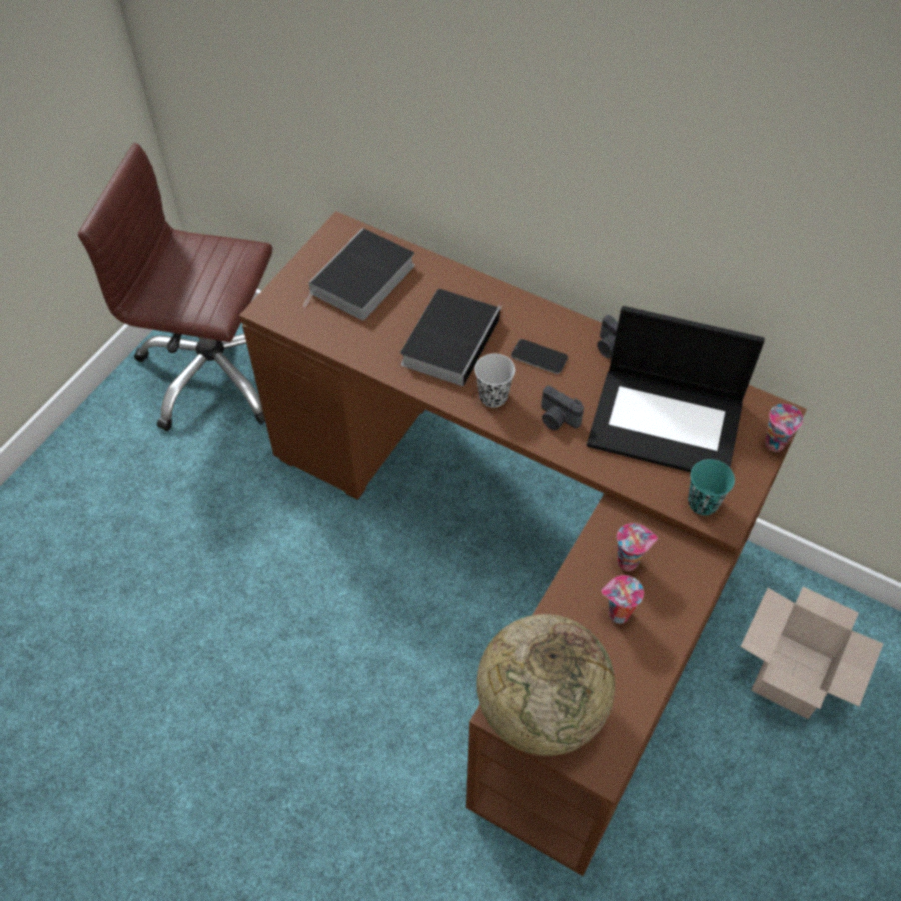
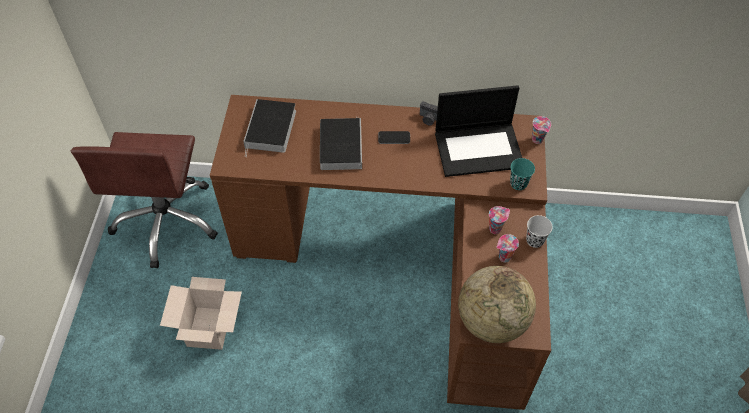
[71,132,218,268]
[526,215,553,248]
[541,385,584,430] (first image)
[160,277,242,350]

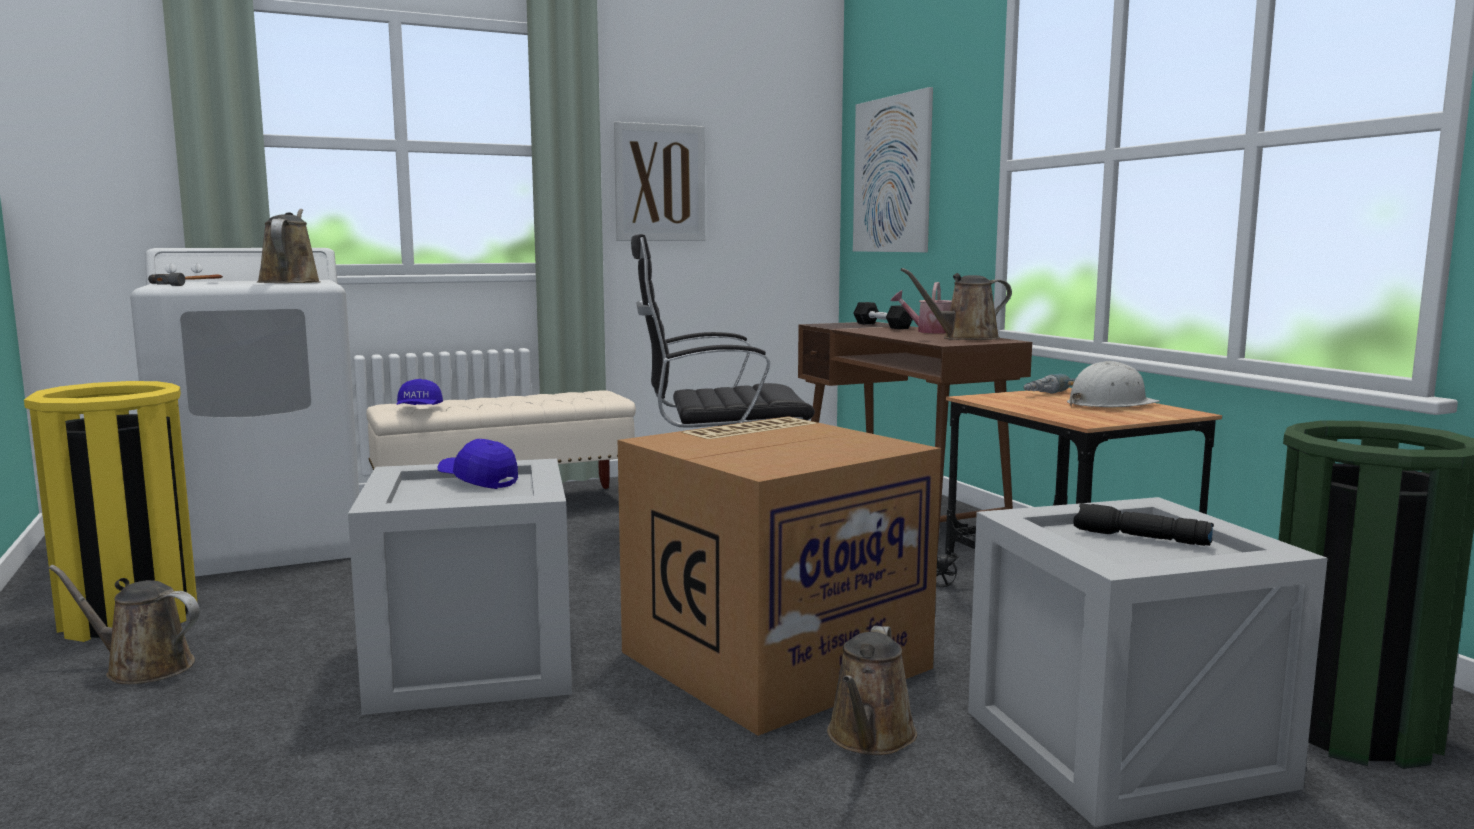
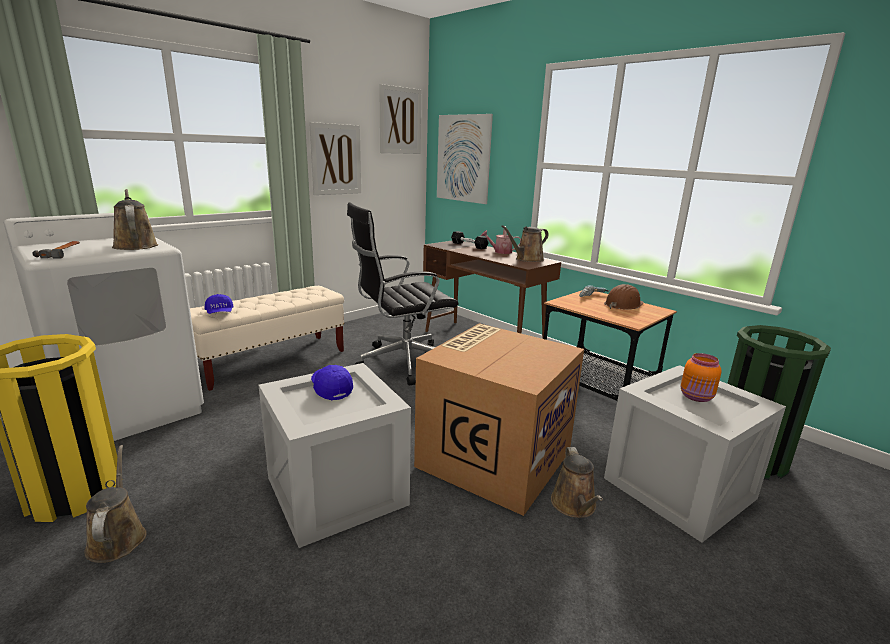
[604,284,644,310]
[311,365,353,401]
[681,353,722,402]
[84,445,147,563]
[379,84,421,154]

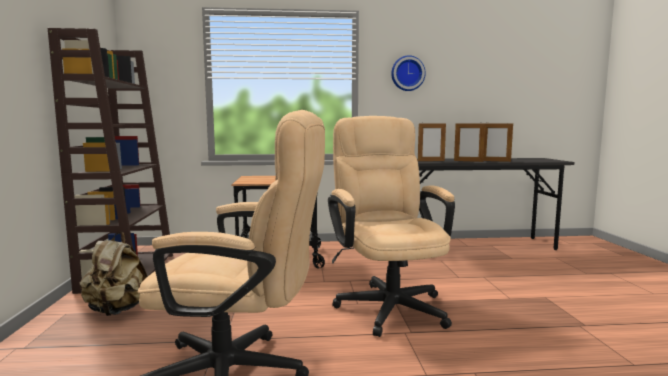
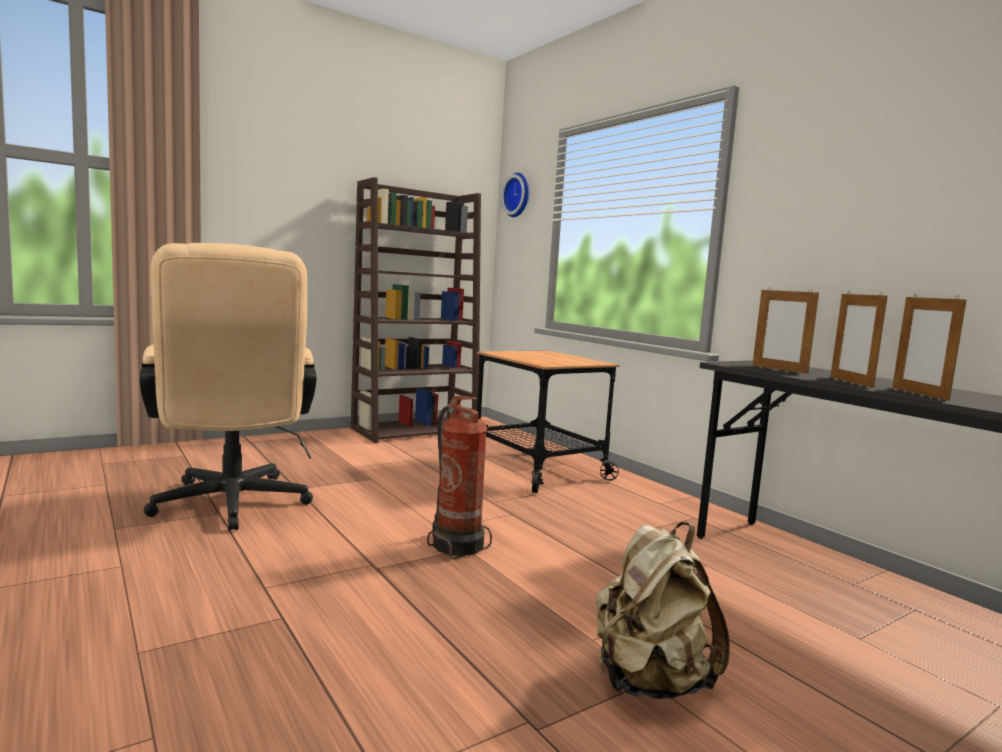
[501,173,529,217]
[427,396,492,559]
[596,522,730,699]

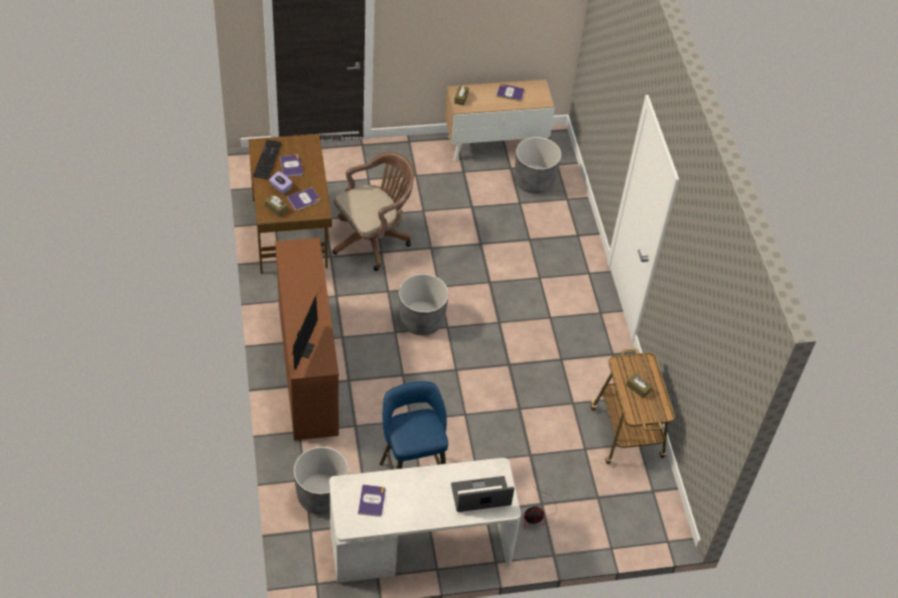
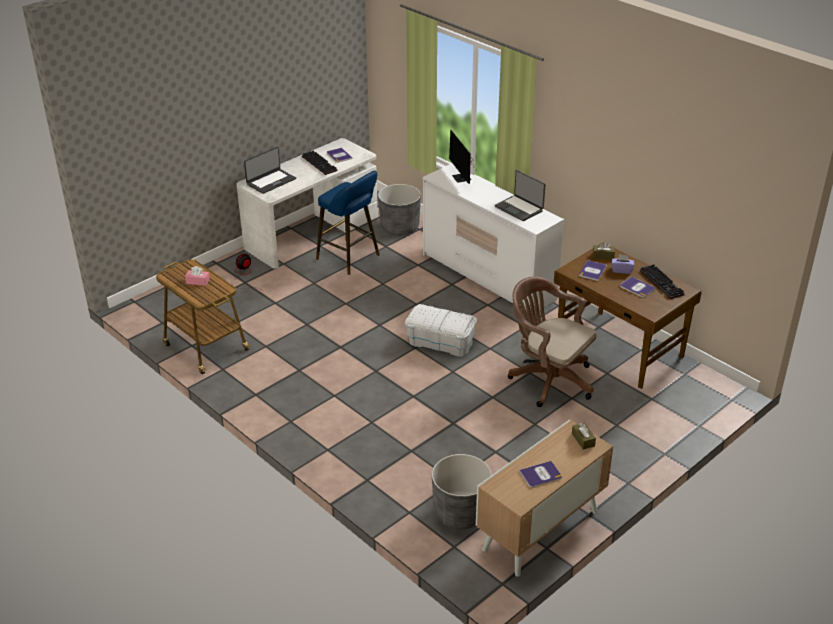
[508,277,596,407]
[423,164,564,311]
[405,304,477,357]
[185,266,210,286]
[302,150,337,175]
[495,170,546,221]

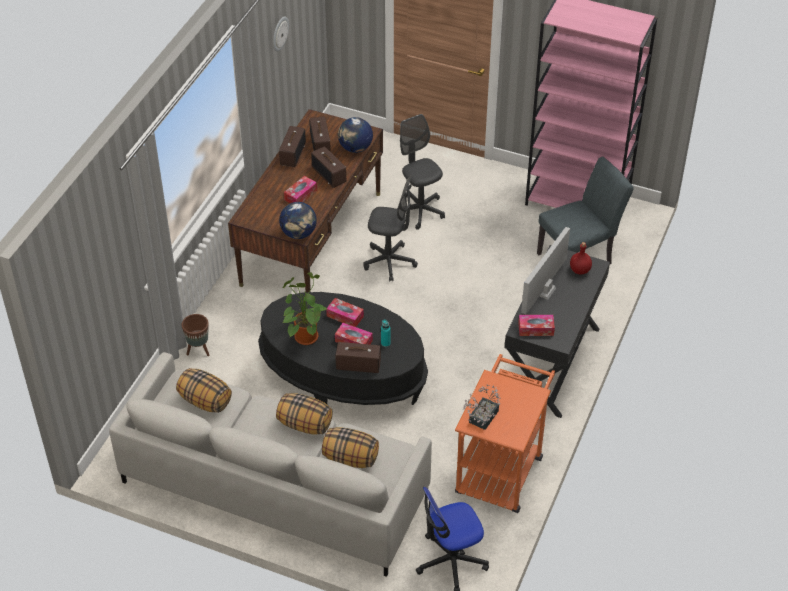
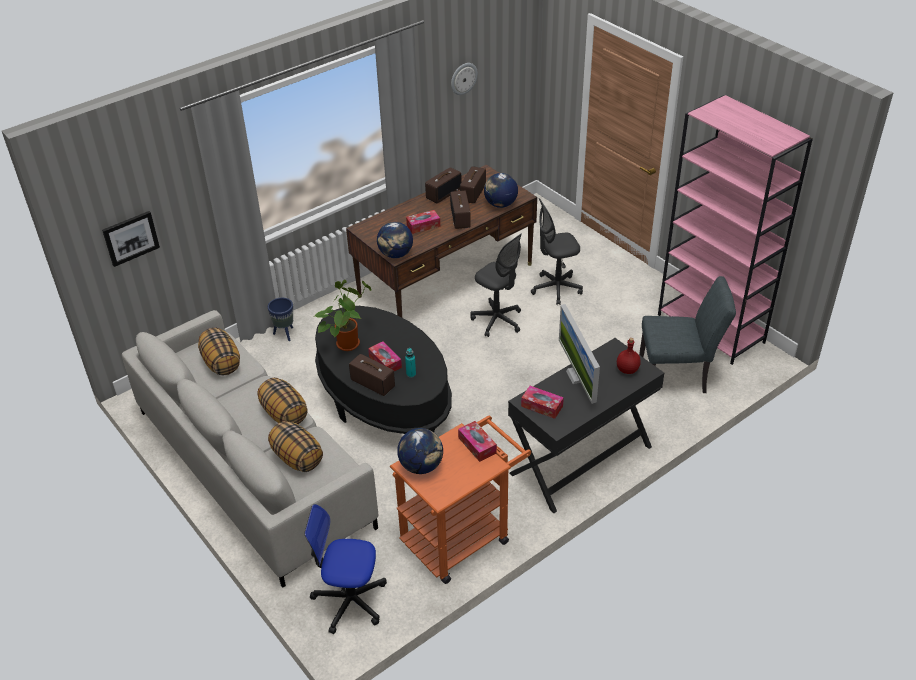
[531,198,583,305]
[559,304,600,404]
[458,421,497,462]
[268,298,293,341]
[397,428,443,474]
[102,211,160,267]

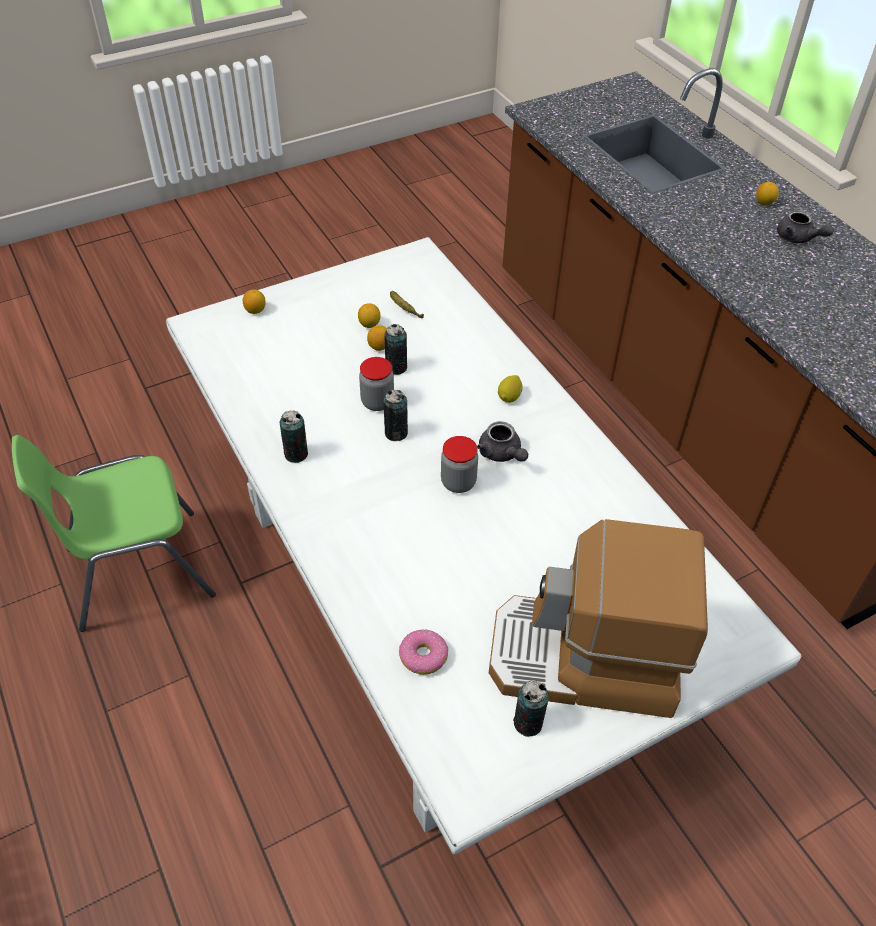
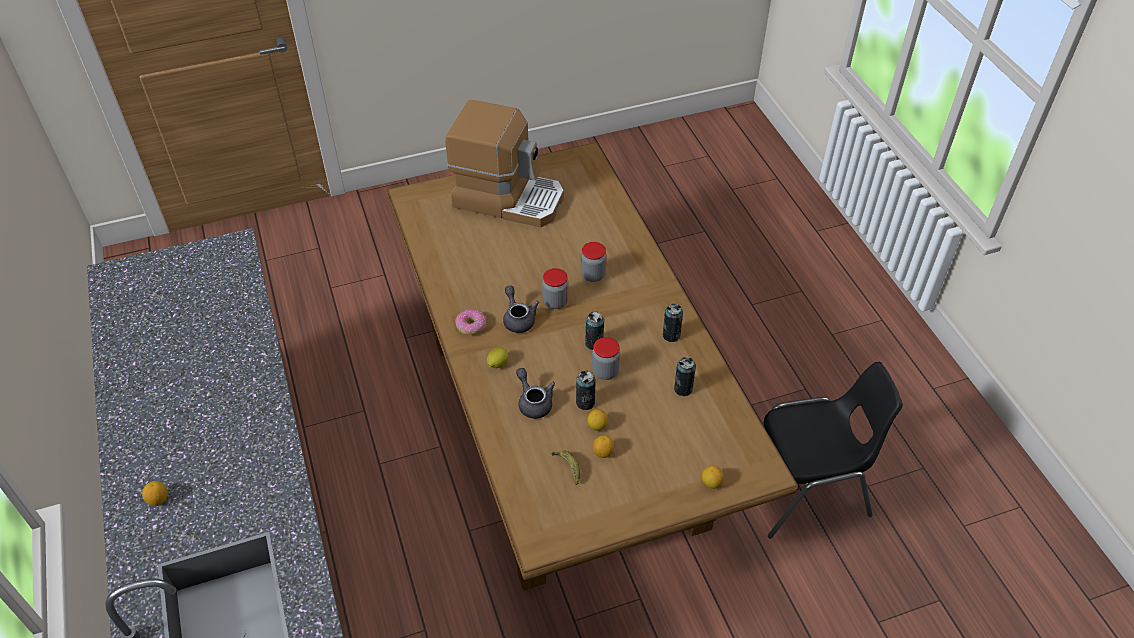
[516,368,555,419]
[387,142,798,590]
[762,362,903,539]
[455,309,486,335]
[674,357,696,396]
[581,242,606,282]

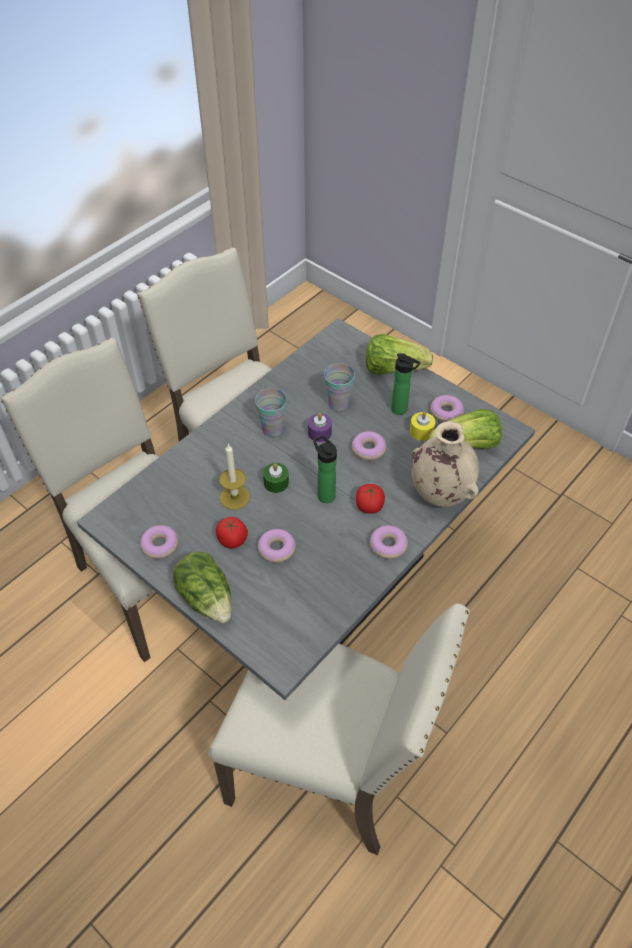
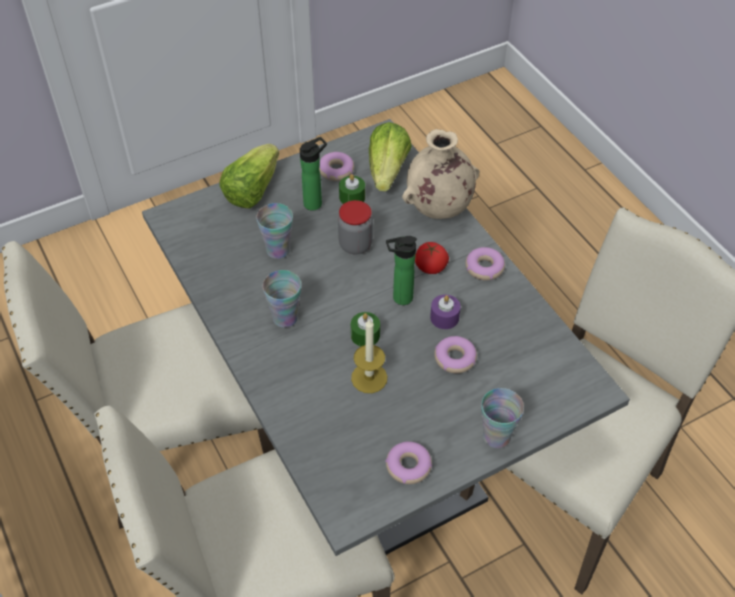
[339,174,365,204]
[430,295,461,329]
[338,200,373,254]
[216,517,248,549] (first image)
[481,388,524,448]

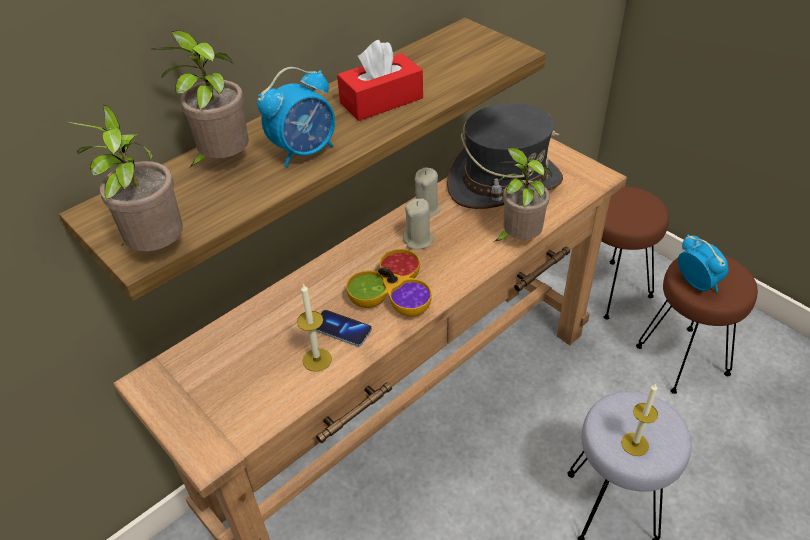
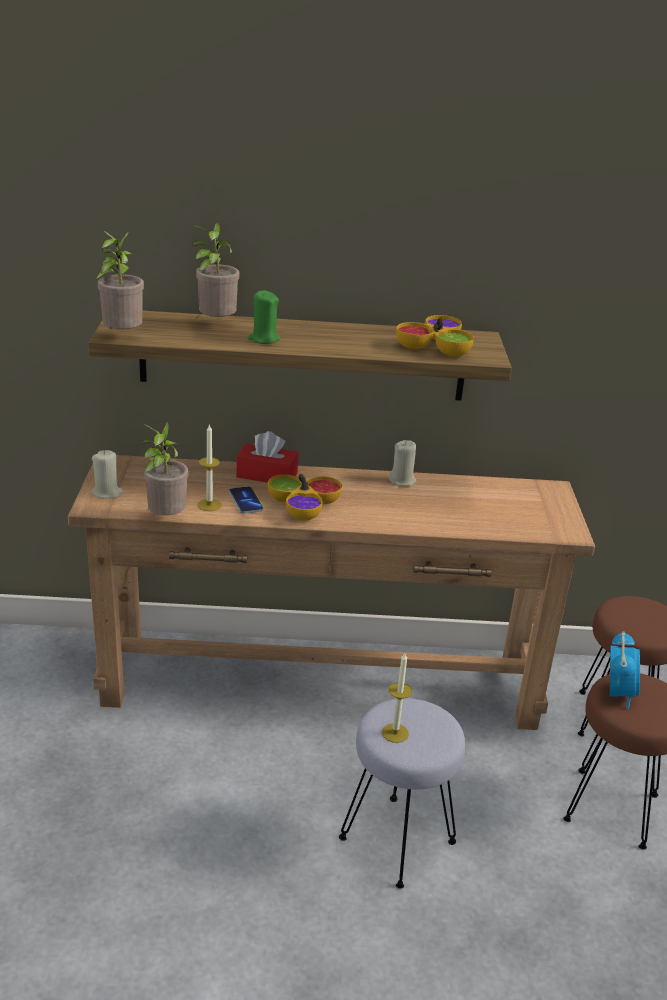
[236,431,298,483]
[248,290,280,344]
[447,103,563,209] (first image)
[142,421,188,515]
[91,450,123,499]
[396,315,474,356]

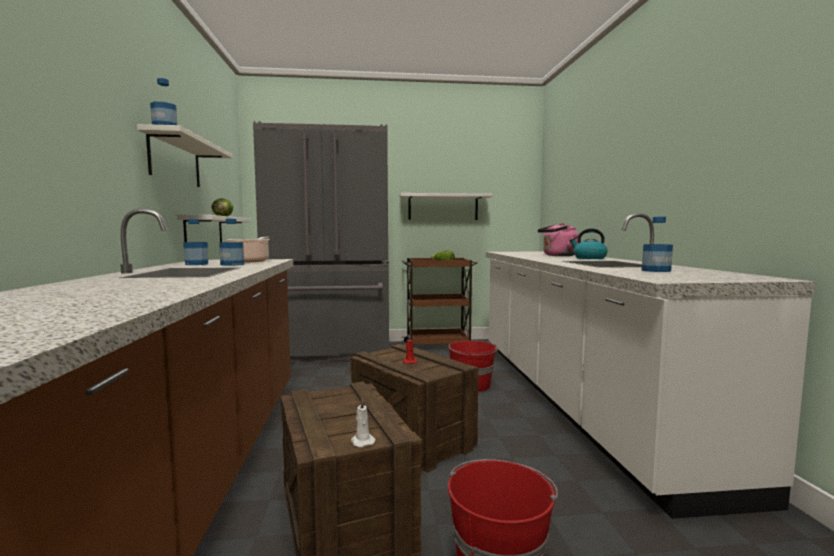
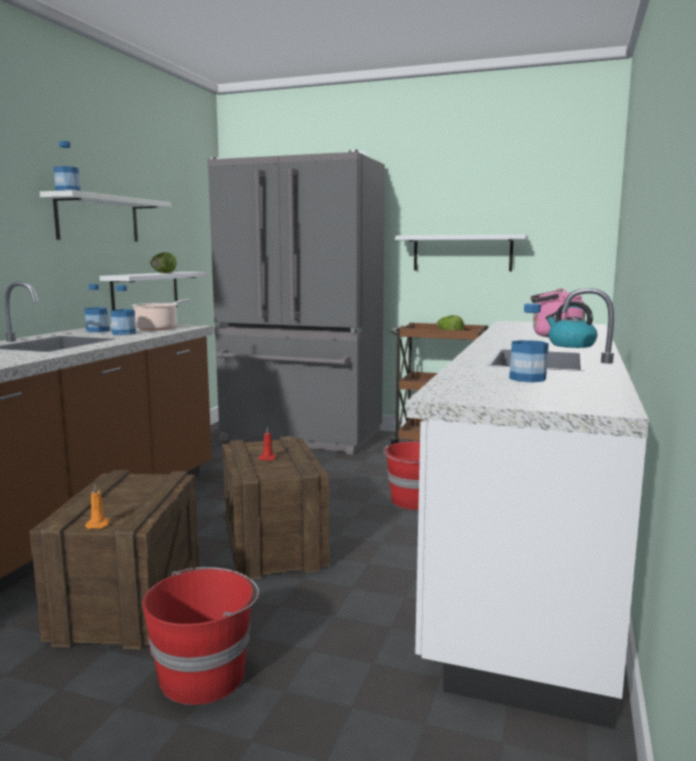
[85,484,110,529]

